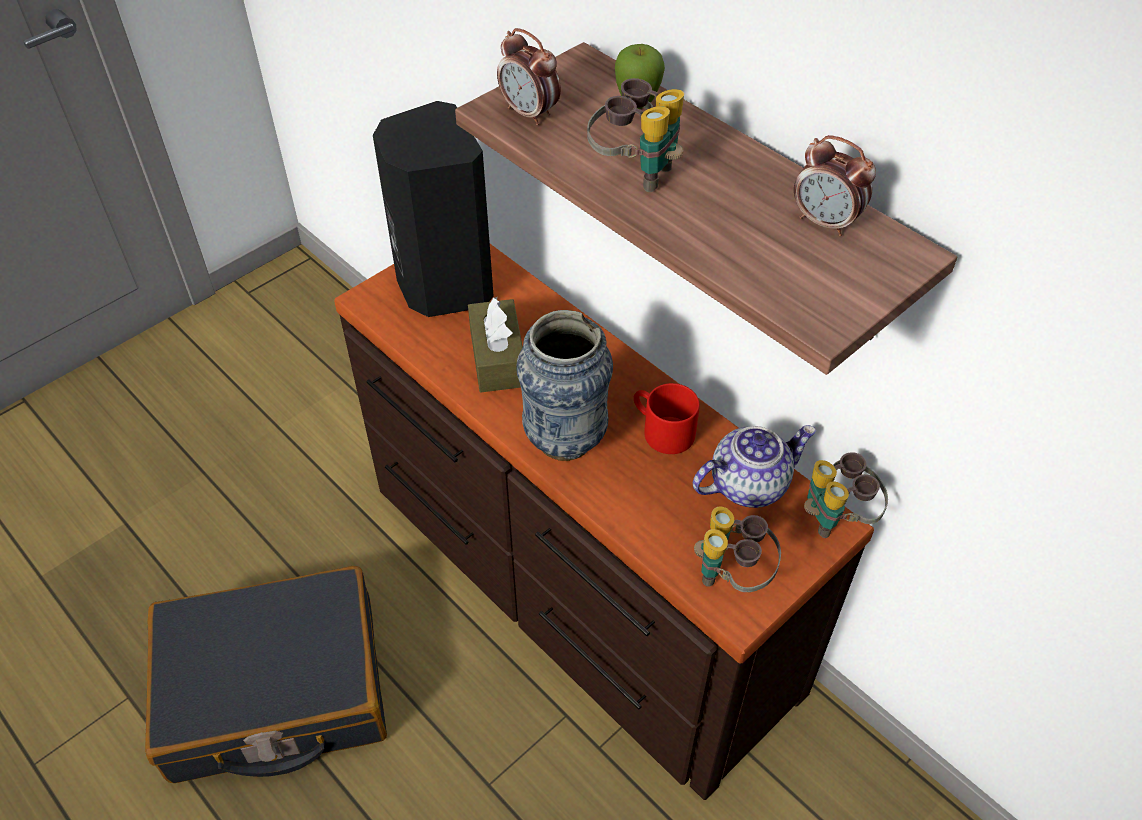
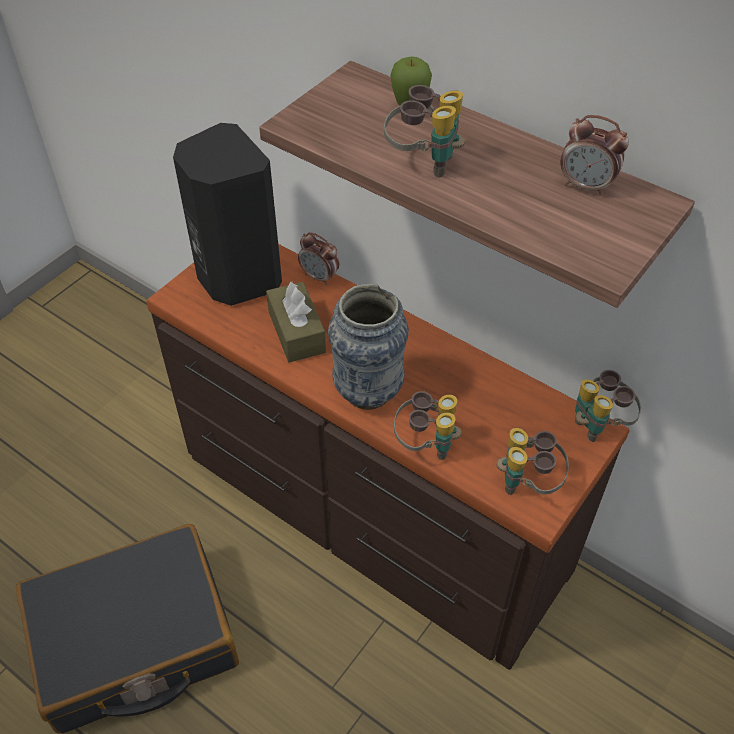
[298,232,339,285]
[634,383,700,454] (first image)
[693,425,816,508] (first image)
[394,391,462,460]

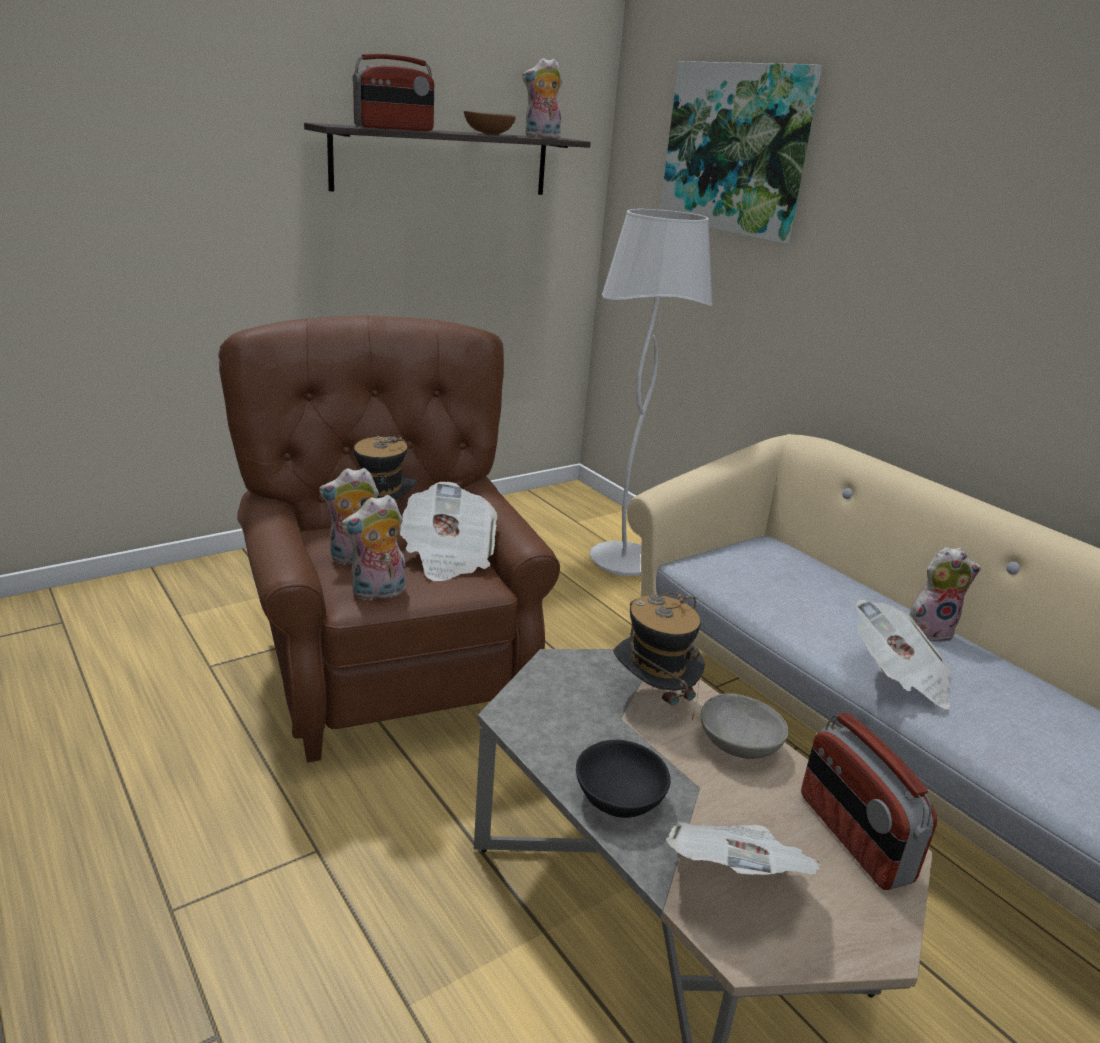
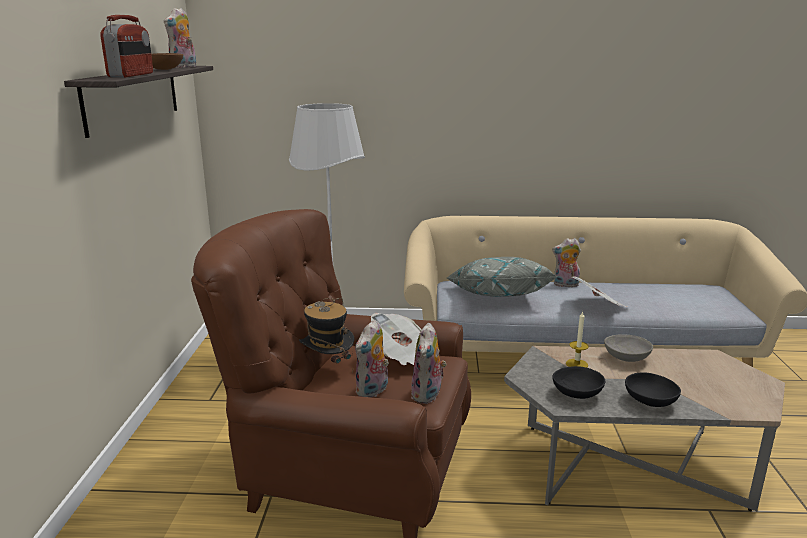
[660,61,822,243] (first image)
[552,238,581,287]
[566,311,589,368]
[801,713,937,890] (first image)
[666,822,821,875] (first image)
[447,257,558,297]
[552,366,605,399]

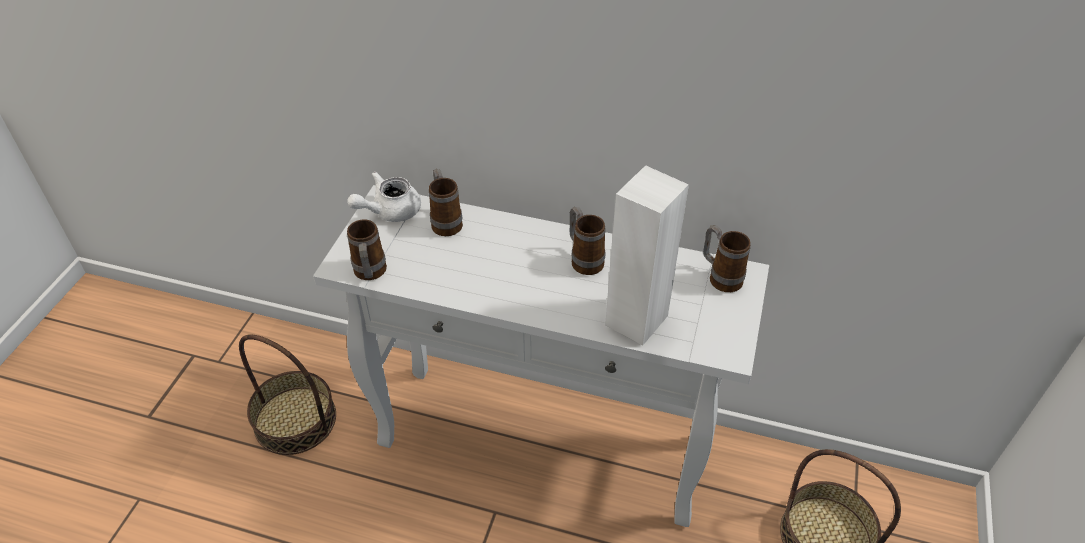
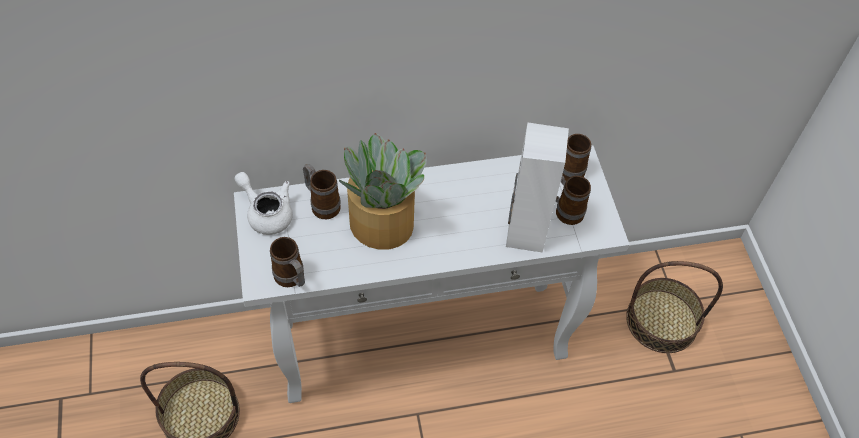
[235,172,293,235]
[556,175,591,225]
[339,133,427,250]

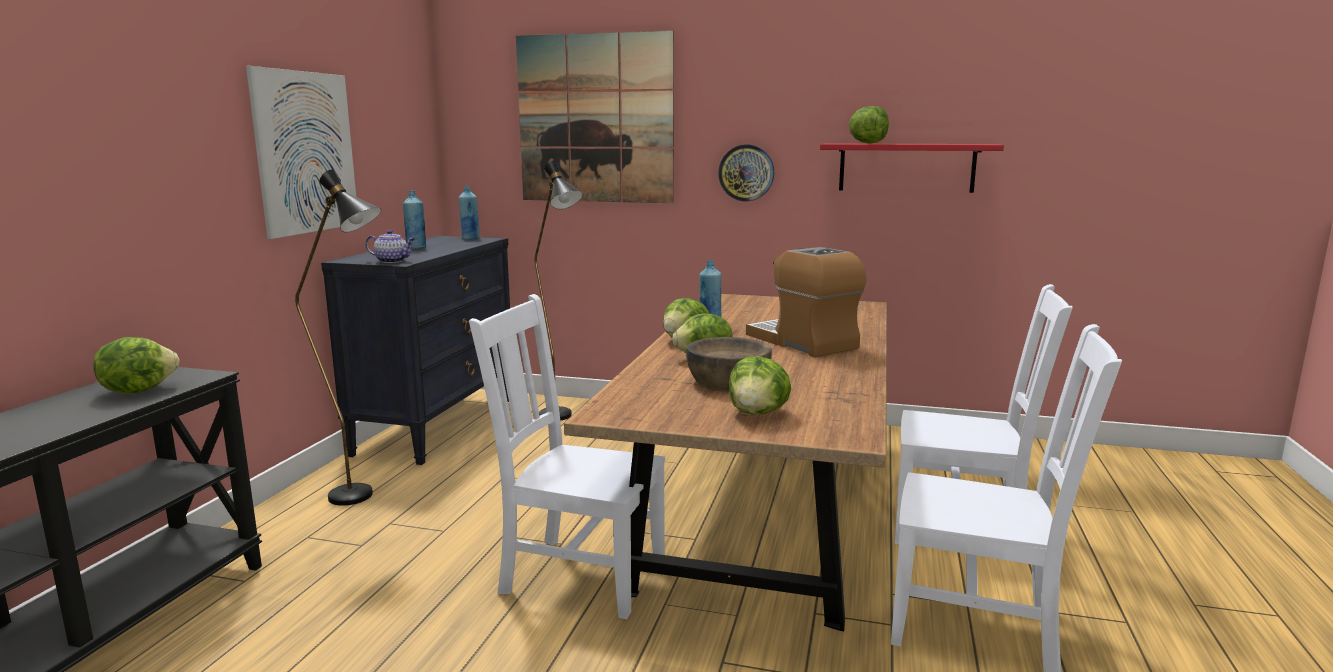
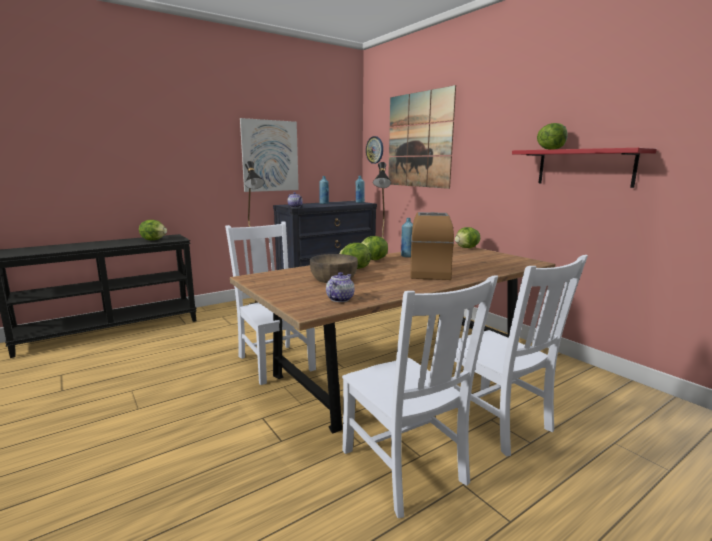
[366,136,383,164]
[455,227,480,248]
[326,272,355,302]

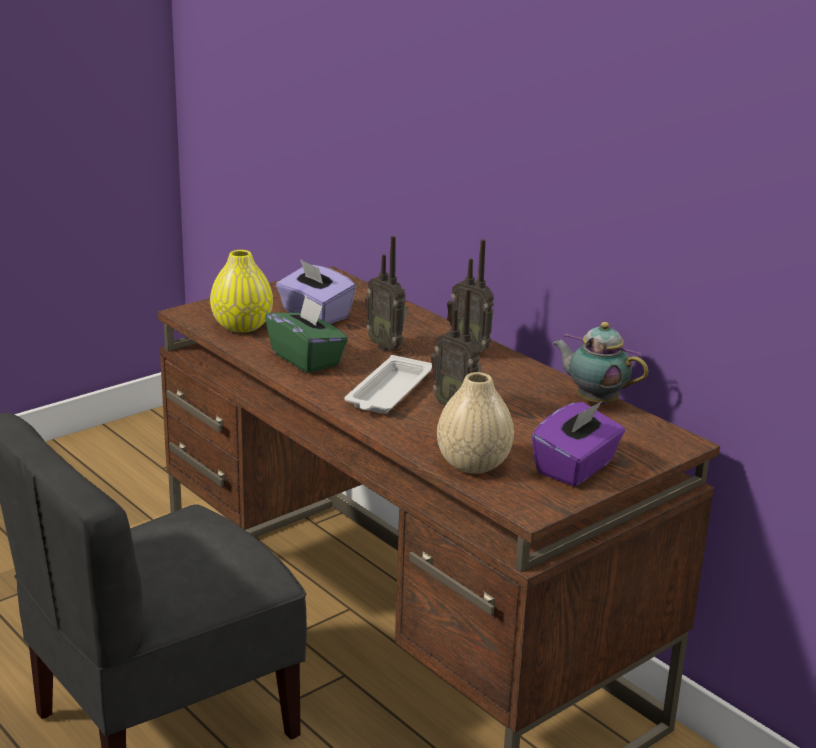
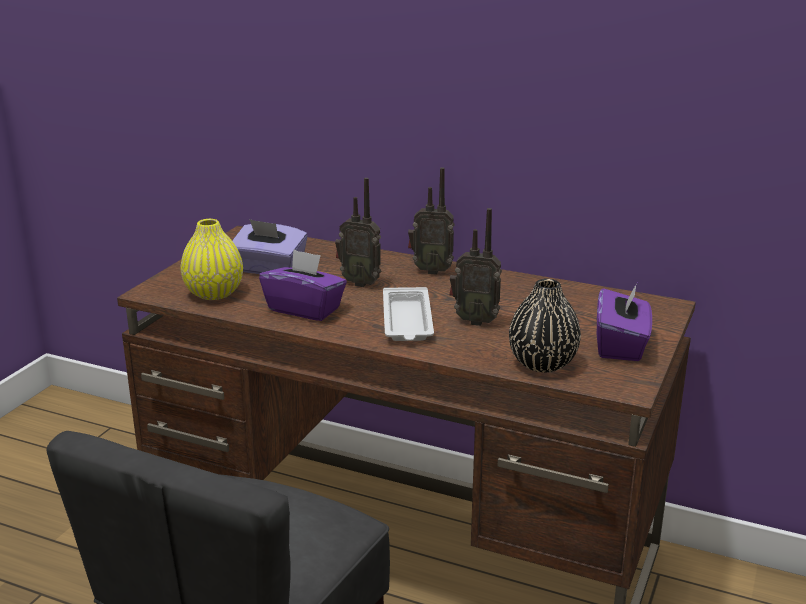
[259,249,347,321]
[553,322,648,405] (first image)
[509,279,581,373]

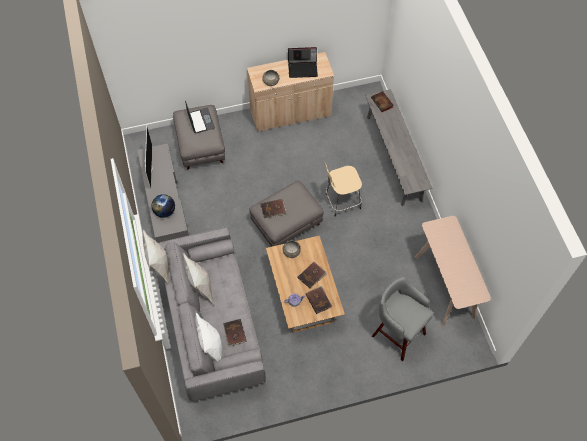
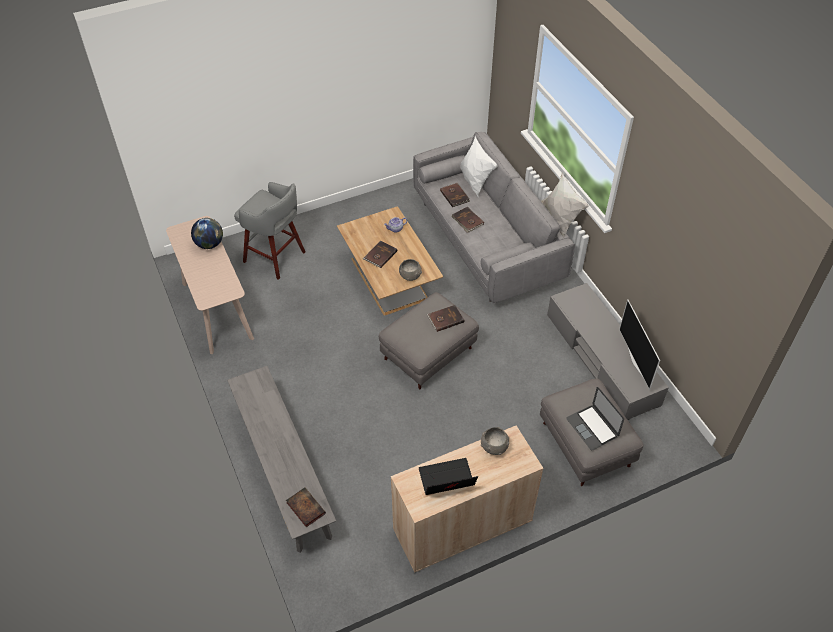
[324,163,362,216] (first image)
[191,218,223,249]
[182,252,213,304] (first image)
[452,207,484,233]

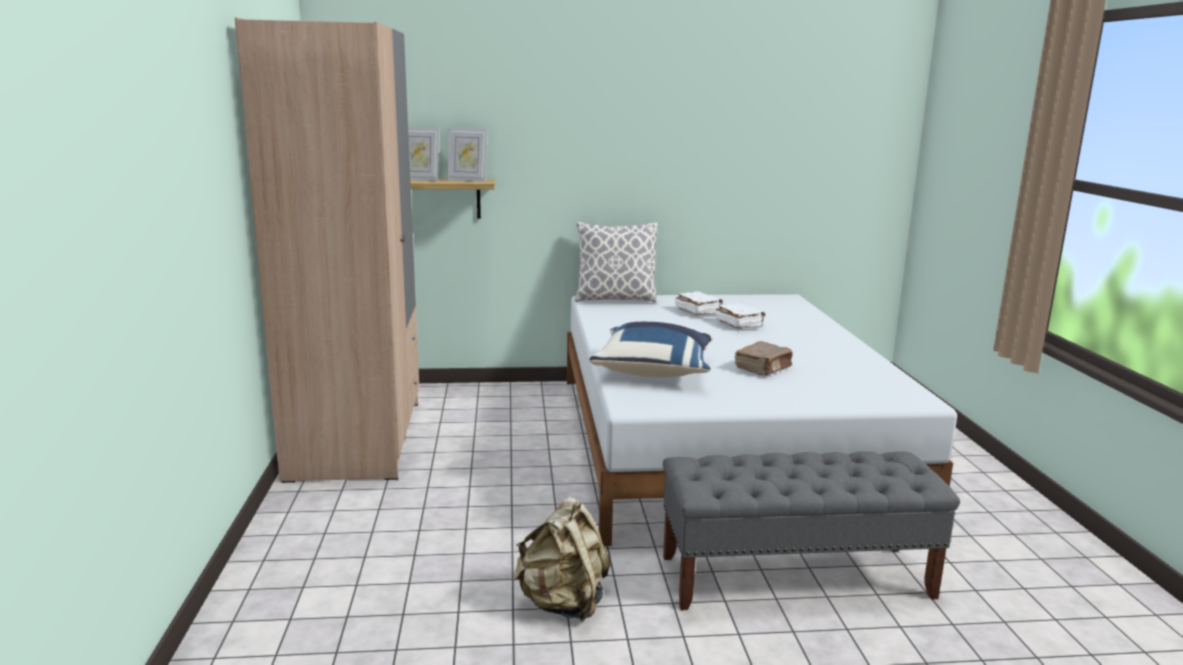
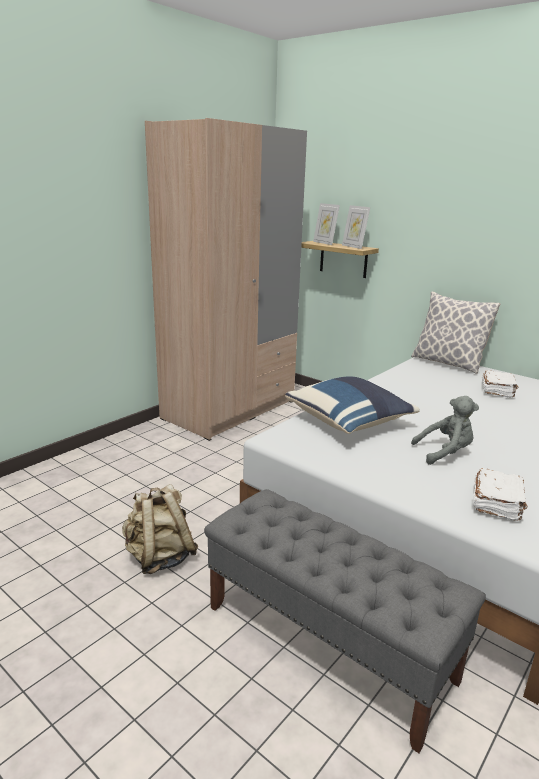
[474,468,528,521]
[411,396,479,465]

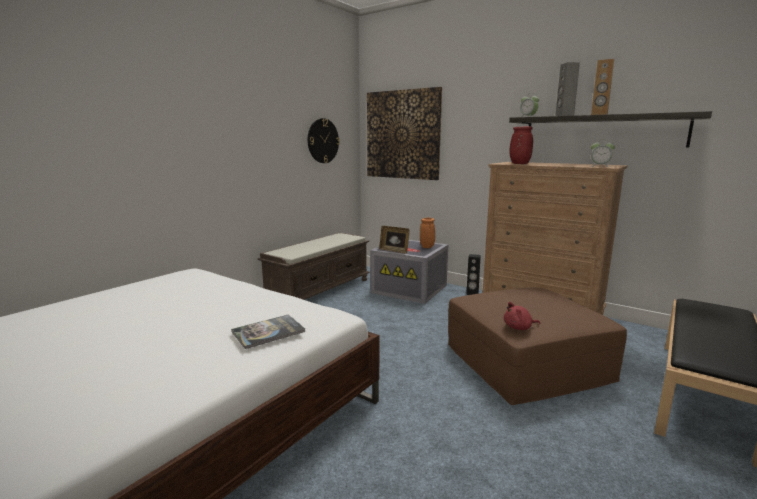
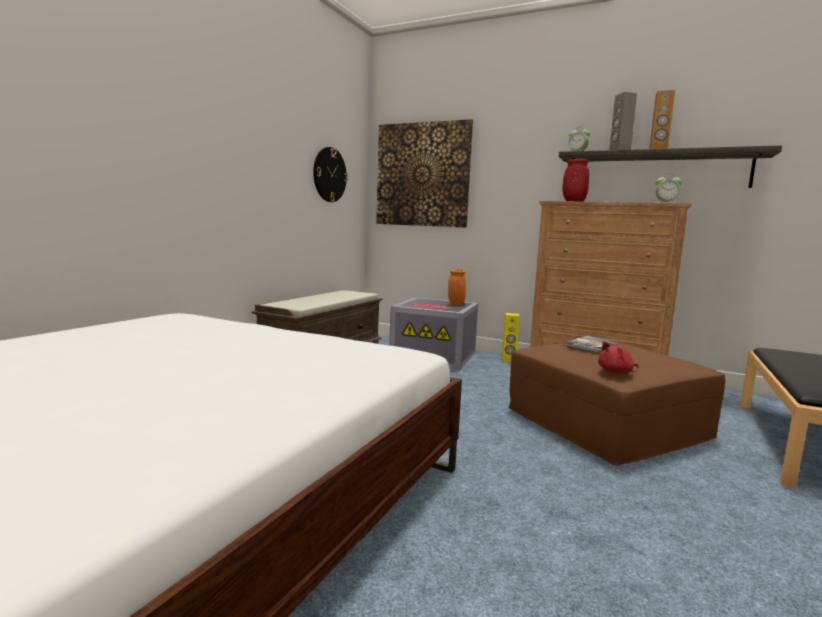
[379,226,409,254] (first image)
[502,313,519,362]
[563,336,621,353]

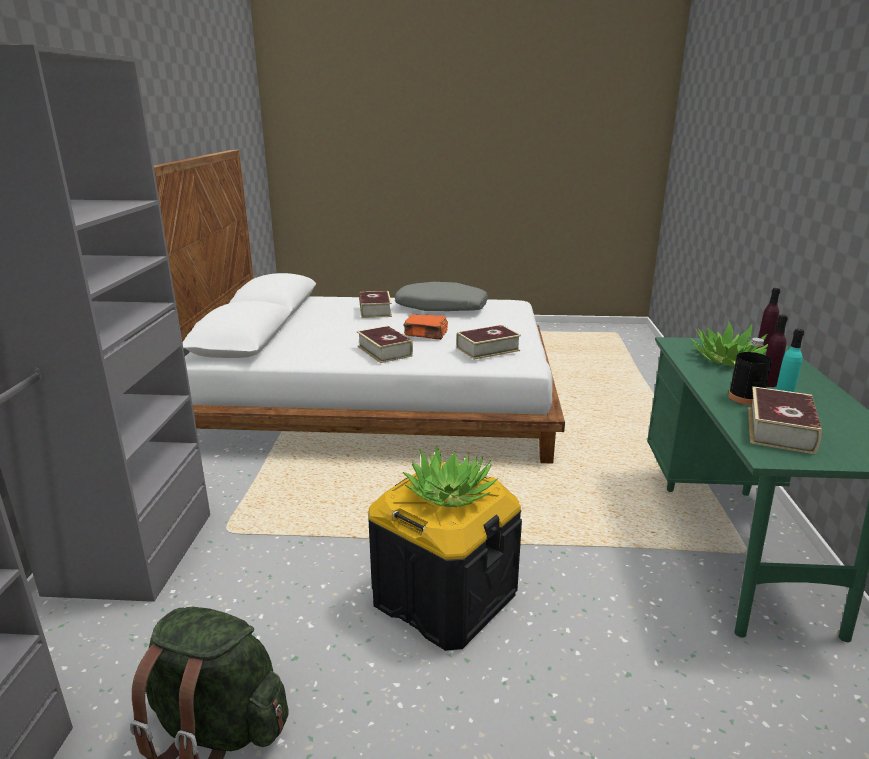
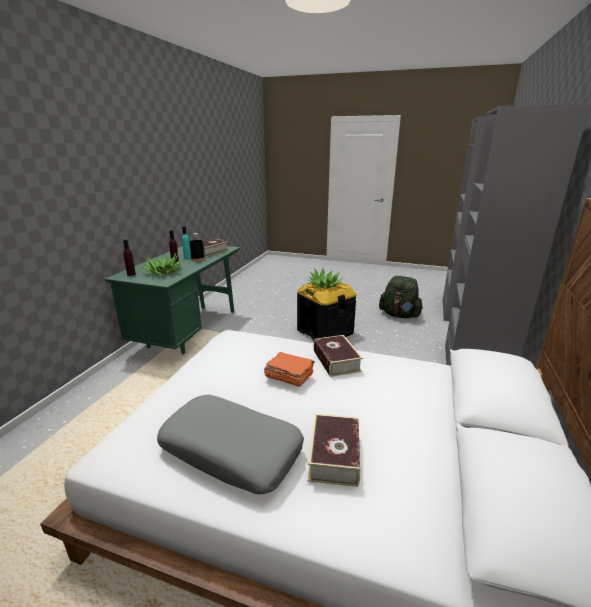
[456,325,521,360] (first image)

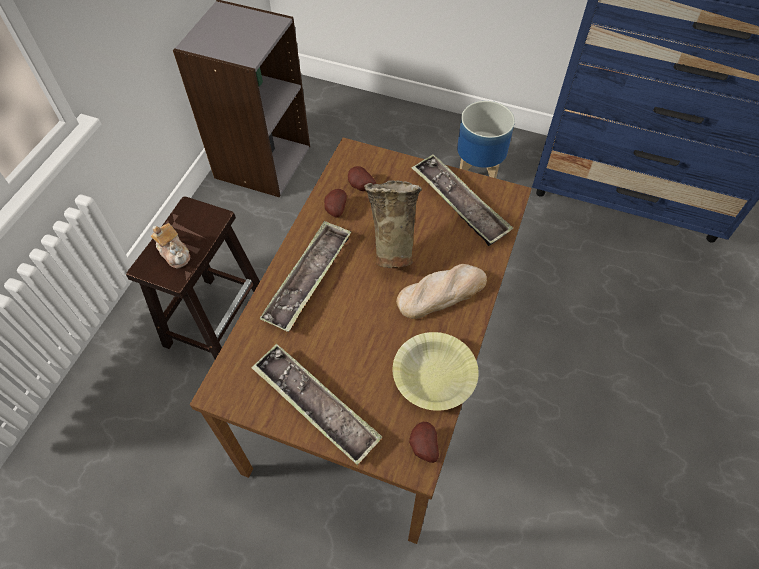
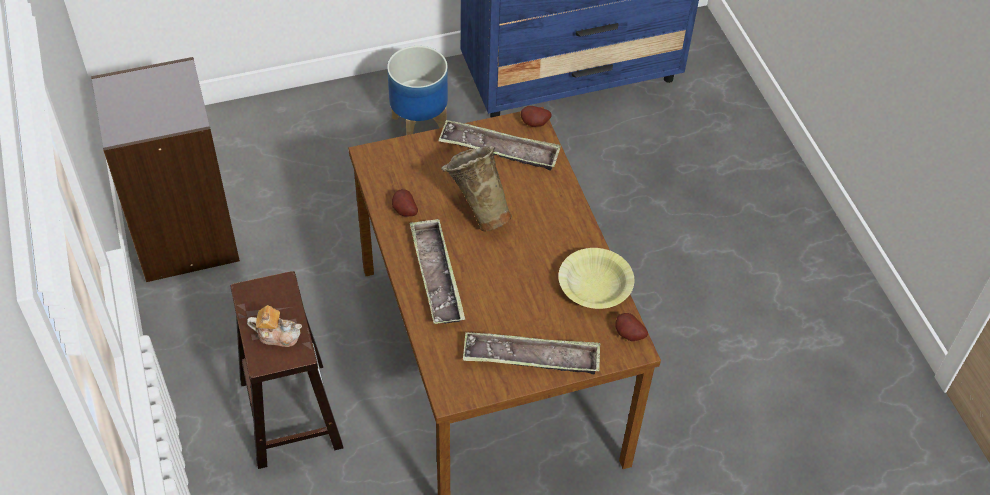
[521,106,552,127]
[396,264,487,319] (first image)

